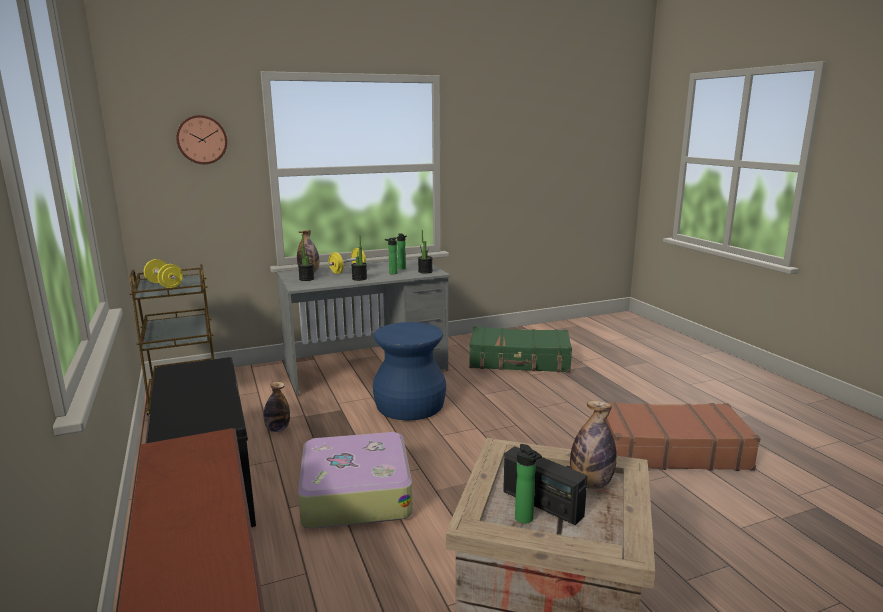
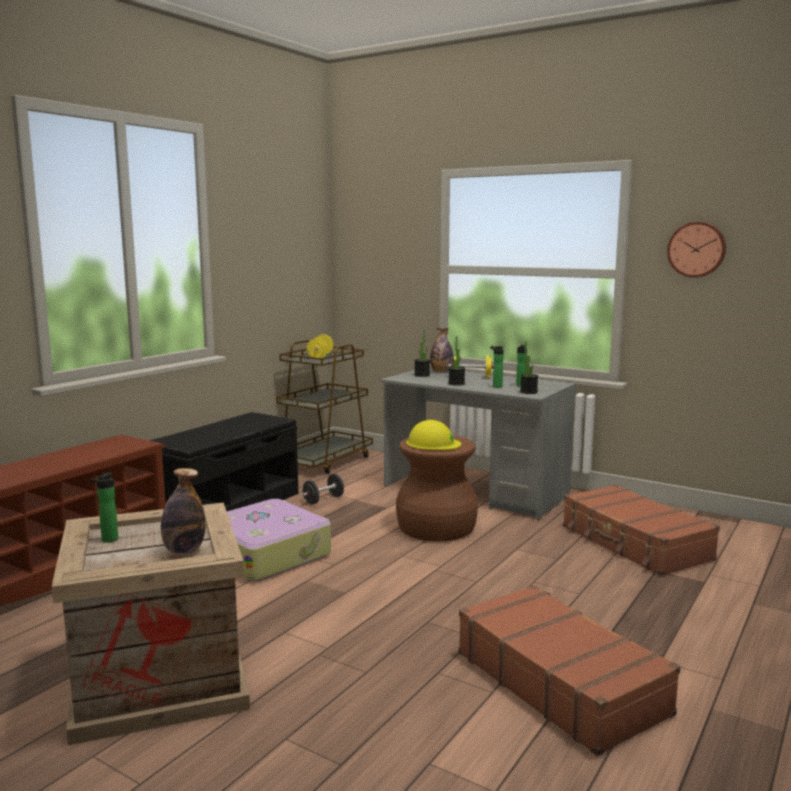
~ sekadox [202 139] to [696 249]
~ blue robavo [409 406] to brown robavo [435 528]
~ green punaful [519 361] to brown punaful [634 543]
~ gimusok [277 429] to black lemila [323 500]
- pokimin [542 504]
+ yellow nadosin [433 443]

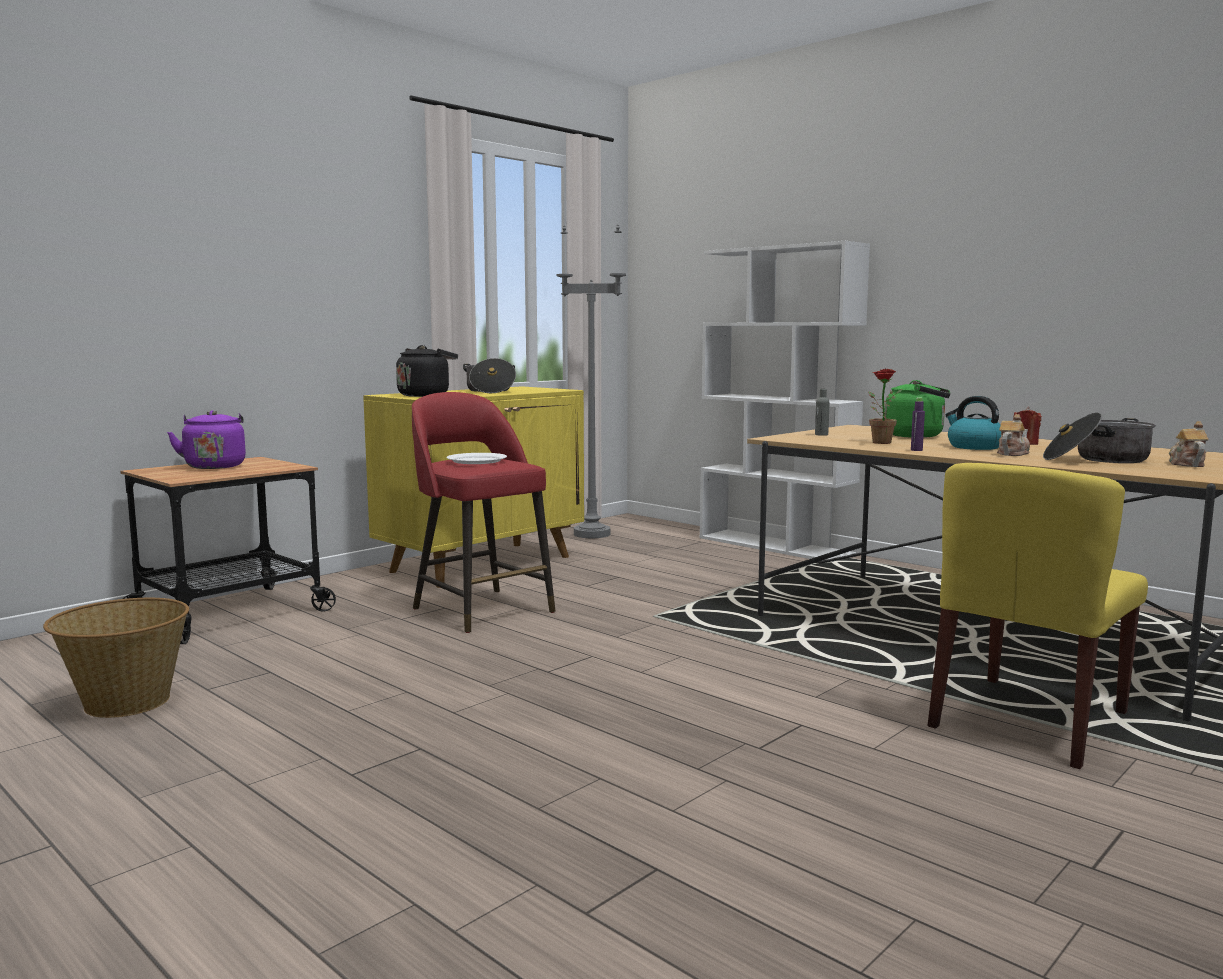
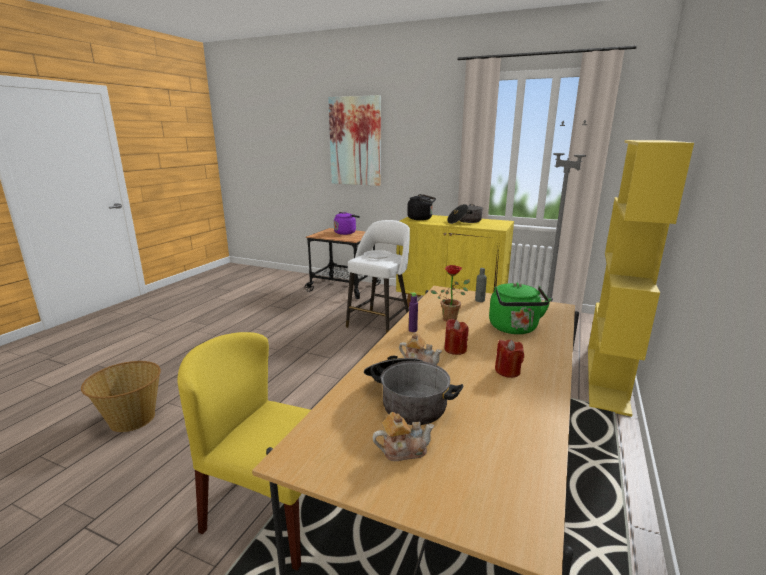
~ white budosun [776 546] to yellow budosun [607 379]
~ red robavo [481 609] to white robavo [380 323]
~ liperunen [973 447] to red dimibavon [455 349]
~ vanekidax [126 703] to [131 419]
+ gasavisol [355 141]

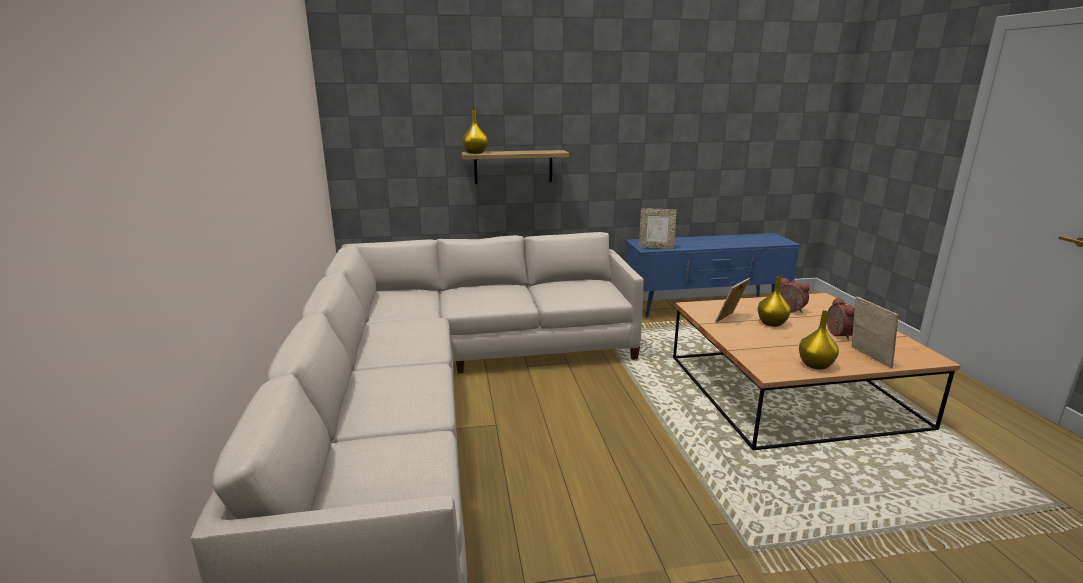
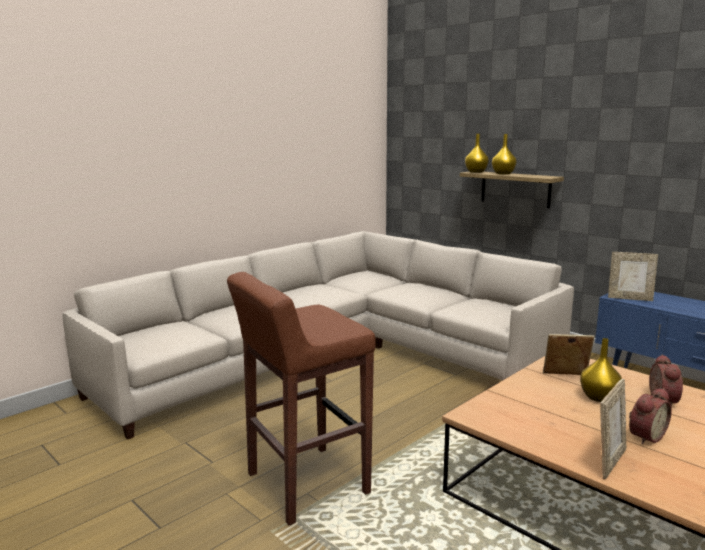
~ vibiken [656 247] = [629 298] 45 degrees counterclockwise
~ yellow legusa [816 365] to [503 174]
+ brown robavo [305 484]

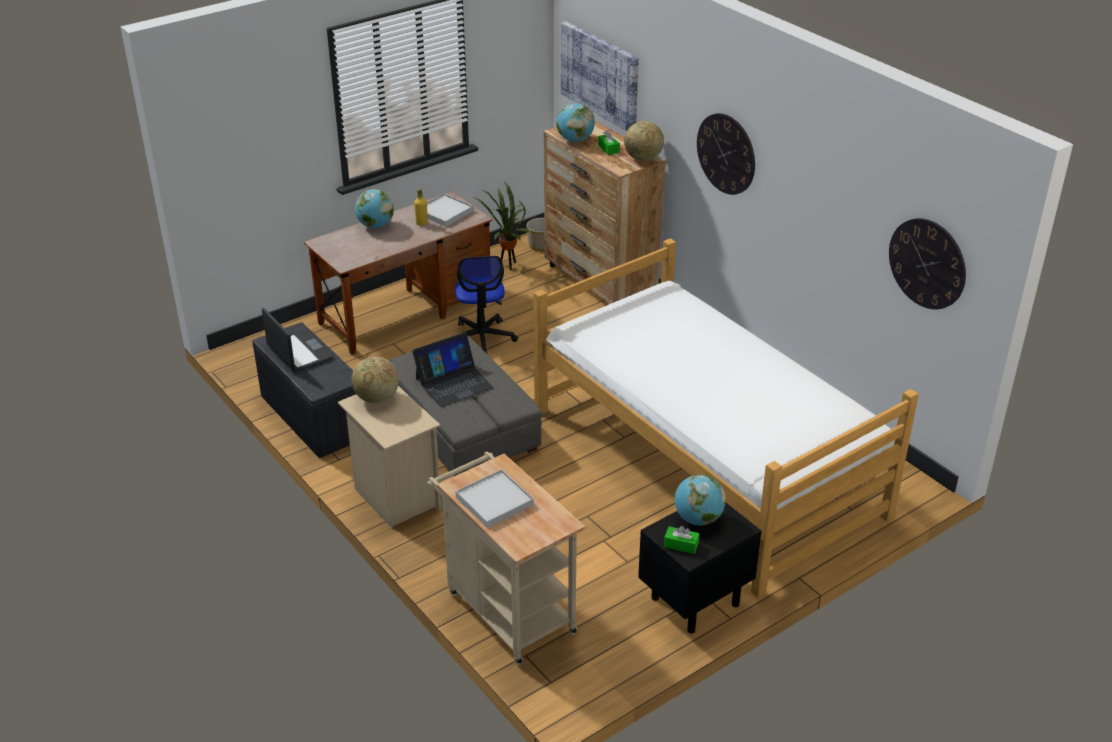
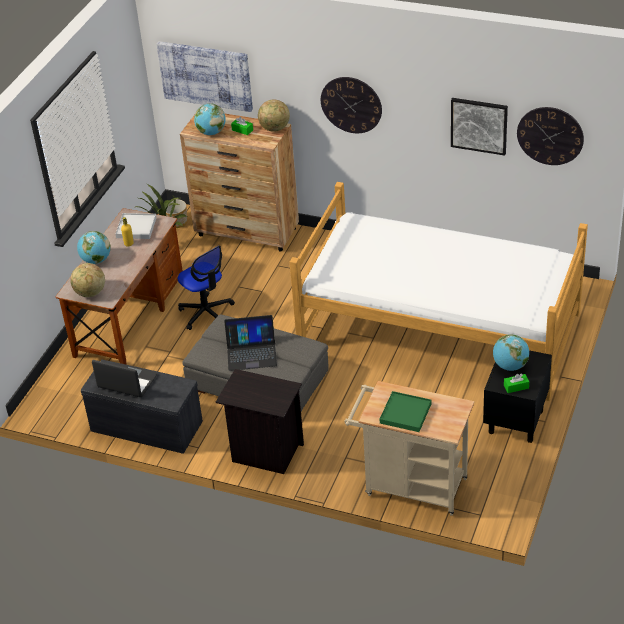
~ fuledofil [454 383] = [251 353] 60 degrees clockwise
~ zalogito [376 398] to [90 293]
~ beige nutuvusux [395 497] to black nutuvusux [265 453]
~ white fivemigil [494 501] to green fivemigil [405 413]
+ gasavisol [479 125]

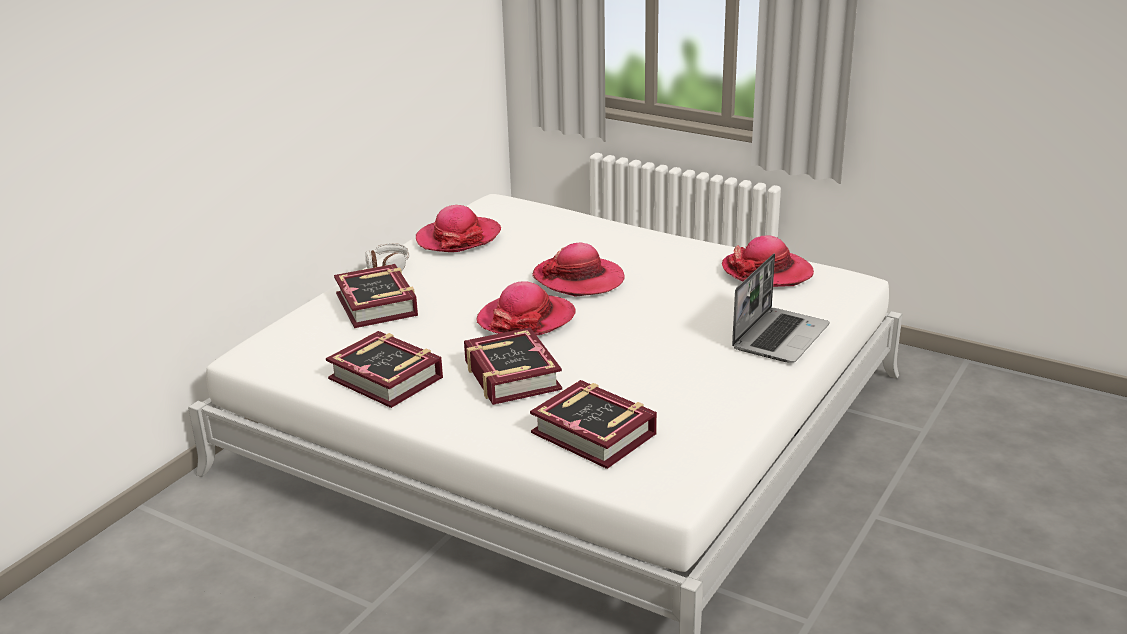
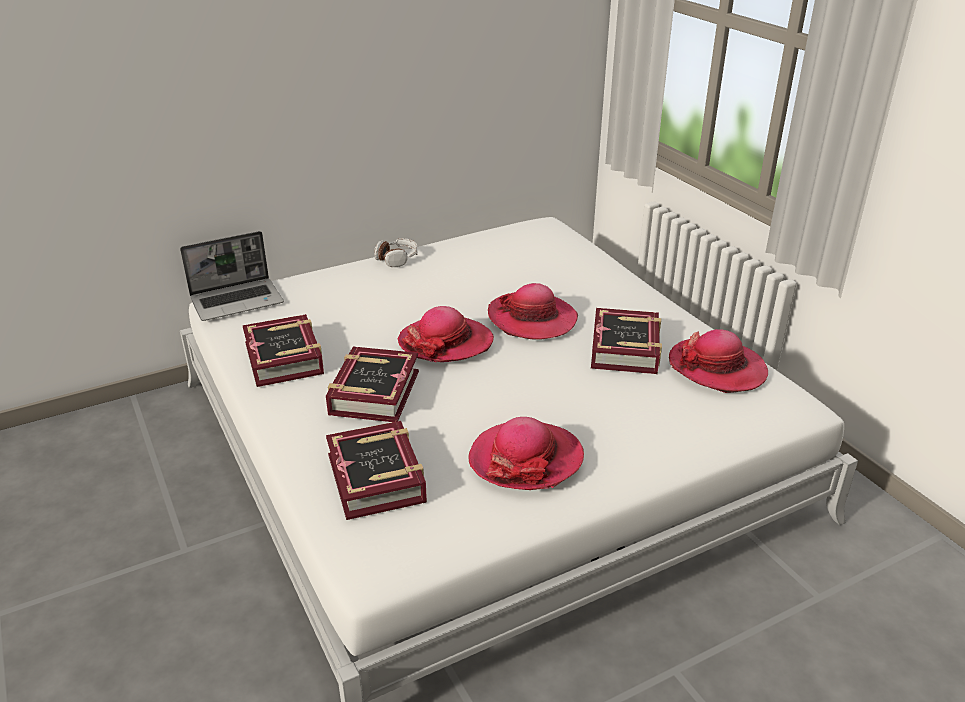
~ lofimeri [458 238] to [526 459]
~ fuledofil [780 336] to [238 301]
~ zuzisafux [377 304] to [625 349]

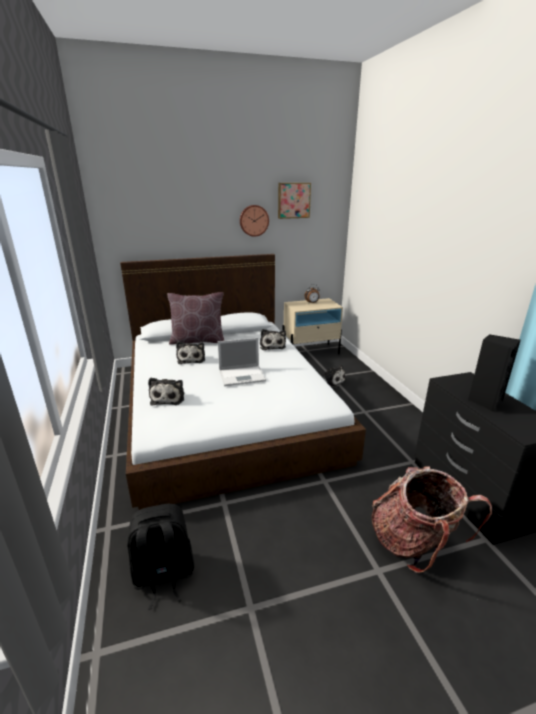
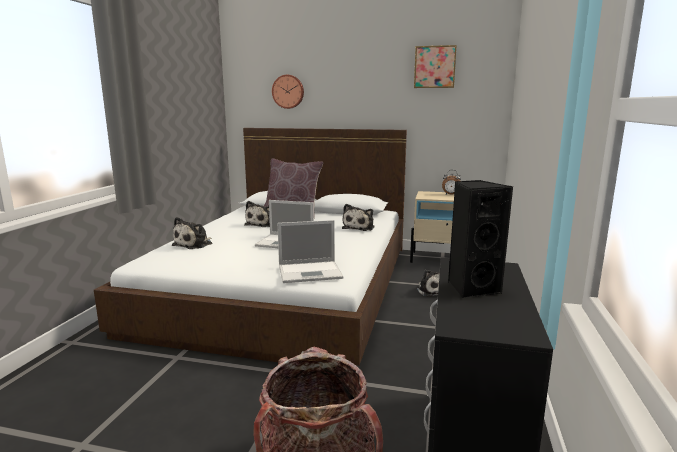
~ sekadox [254 220] to [288 91]
- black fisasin [163 575]
+ fuledofil [311 272]

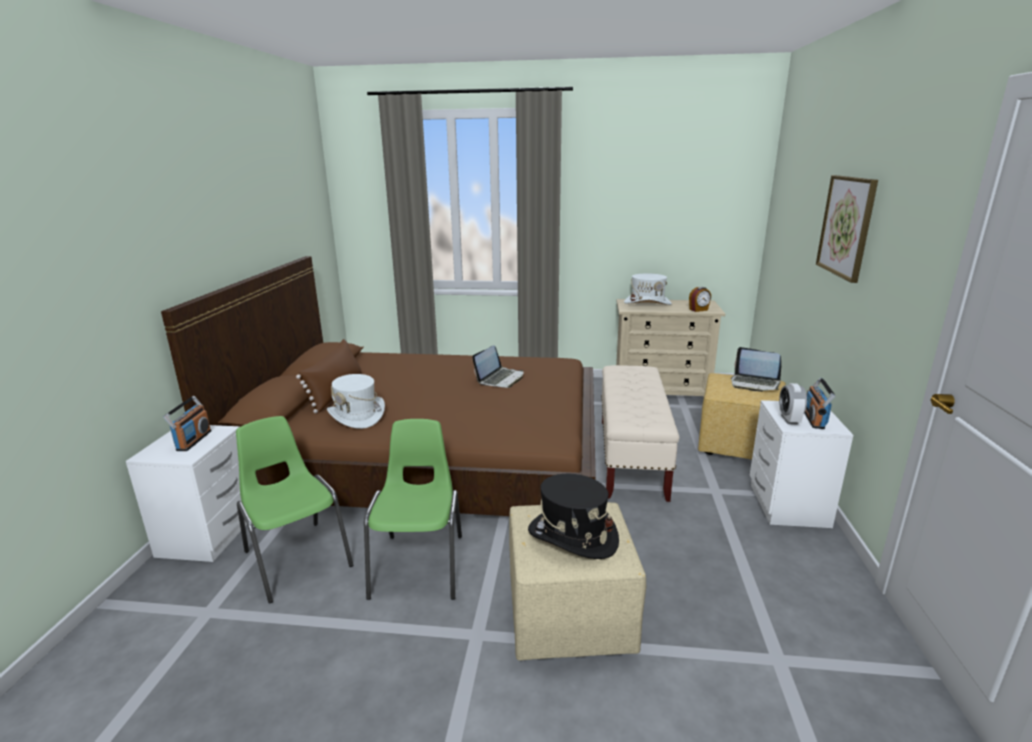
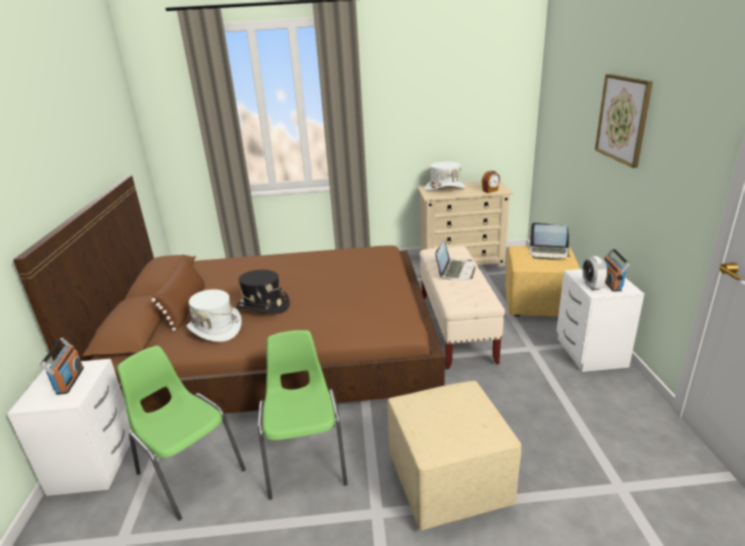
~ fuledofil [500 379] to [455 270]
~ black lofimeri [572 536] to [263 306]

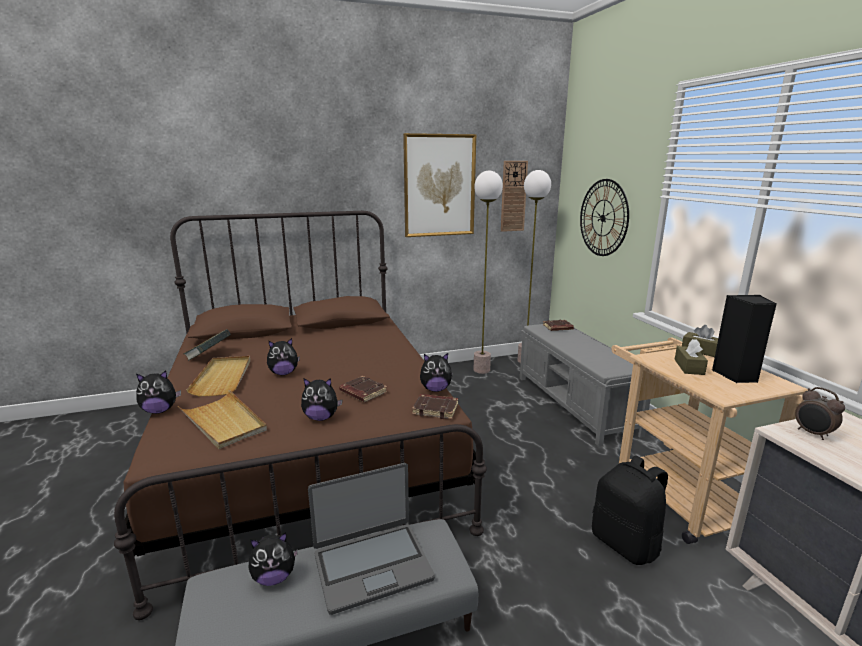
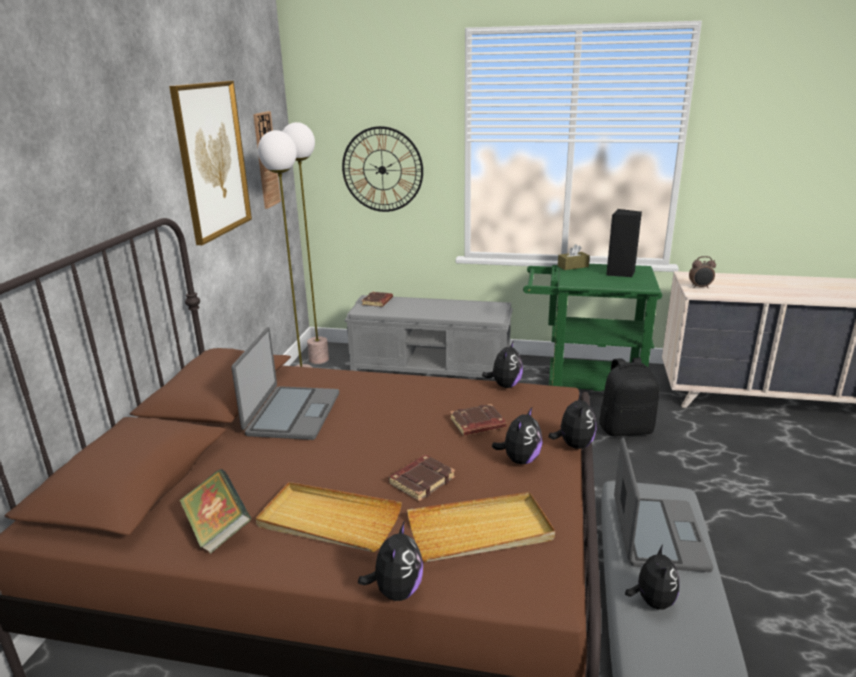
~ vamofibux [284 373] to [573 445]
~ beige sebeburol [675 492] to green sebeburol [584 385]
- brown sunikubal [689 367]
~ brown zuzisafux [436 409] to [421 480]
+ fuledofil [292 414]

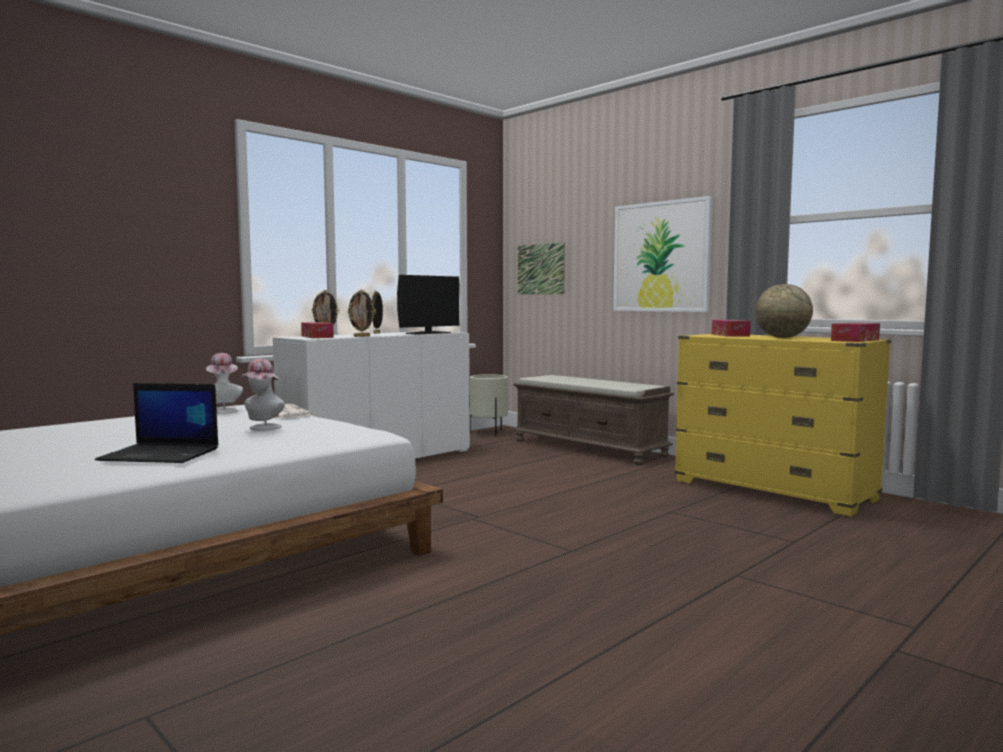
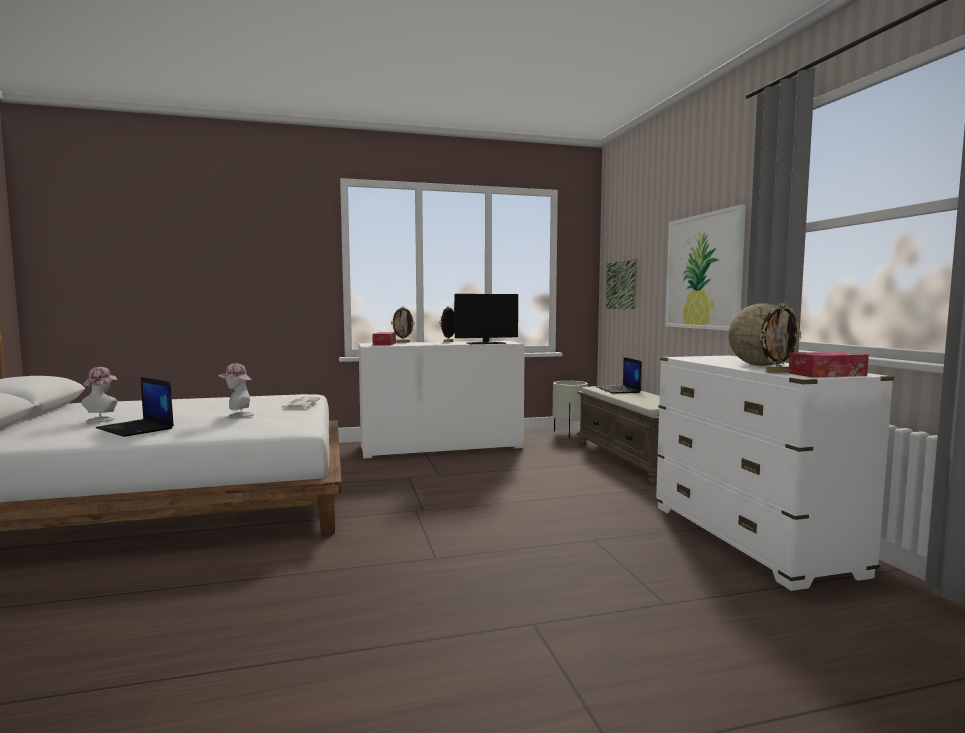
~ vibiken [361 336] to [777 372]
- sunikubal [730 335]
~ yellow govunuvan [773 491] to white govunuvan [750 540]
~ lofimeri [223 411] to [102 419]
+ fuledofil [619 390]

